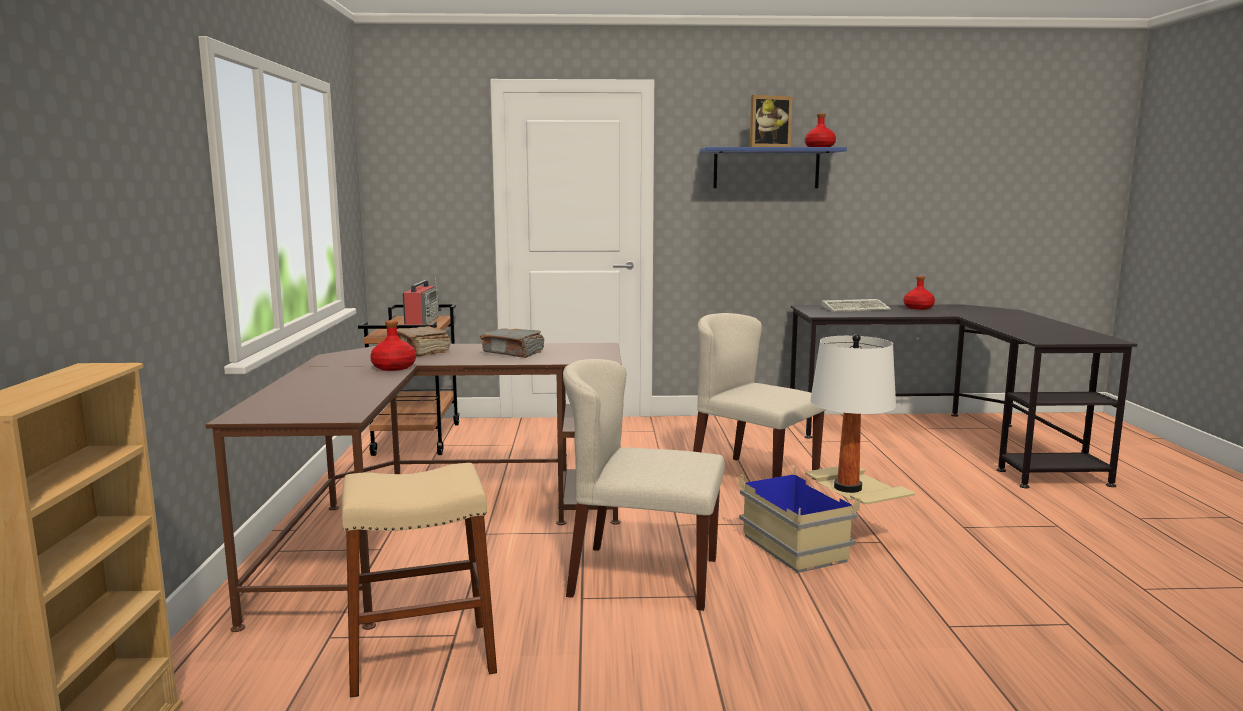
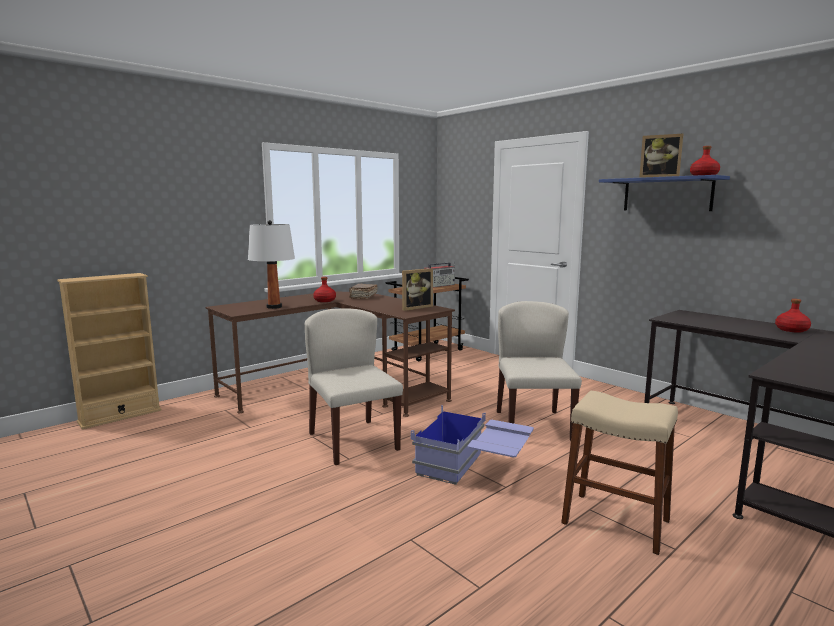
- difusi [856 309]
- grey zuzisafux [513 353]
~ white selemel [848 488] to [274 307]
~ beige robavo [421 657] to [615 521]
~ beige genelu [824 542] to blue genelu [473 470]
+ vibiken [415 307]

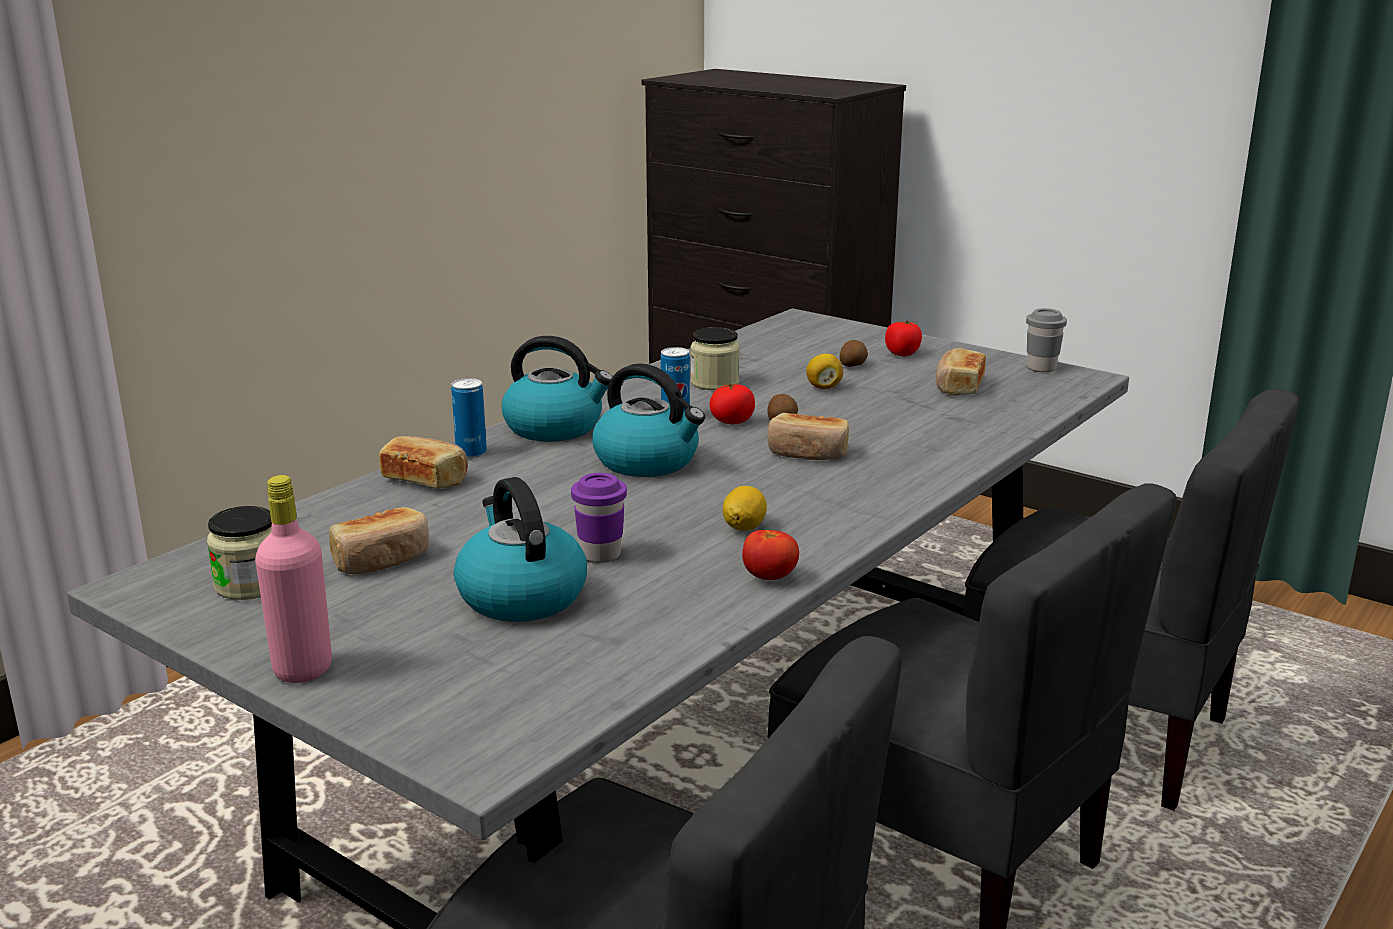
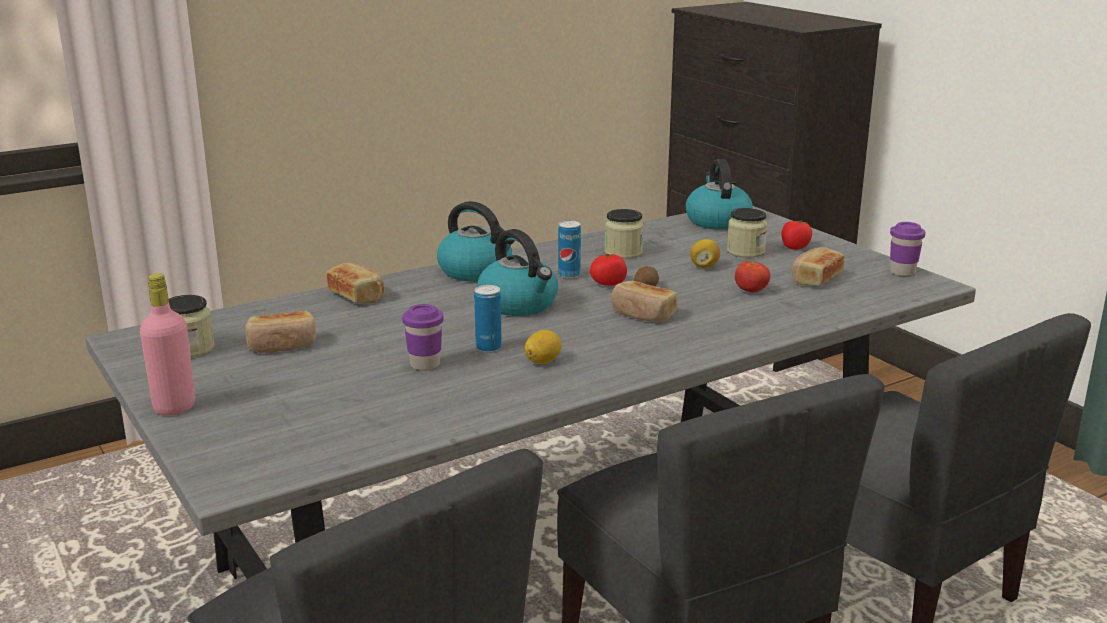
~ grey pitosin [1041 368] to purple pitosin [902 272]
~ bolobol [853 365] to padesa [745 251]
~ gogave [471 453] to [488 348]
~ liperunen [520 596] to [717 221]
~ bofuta [769 578] to [751 291]

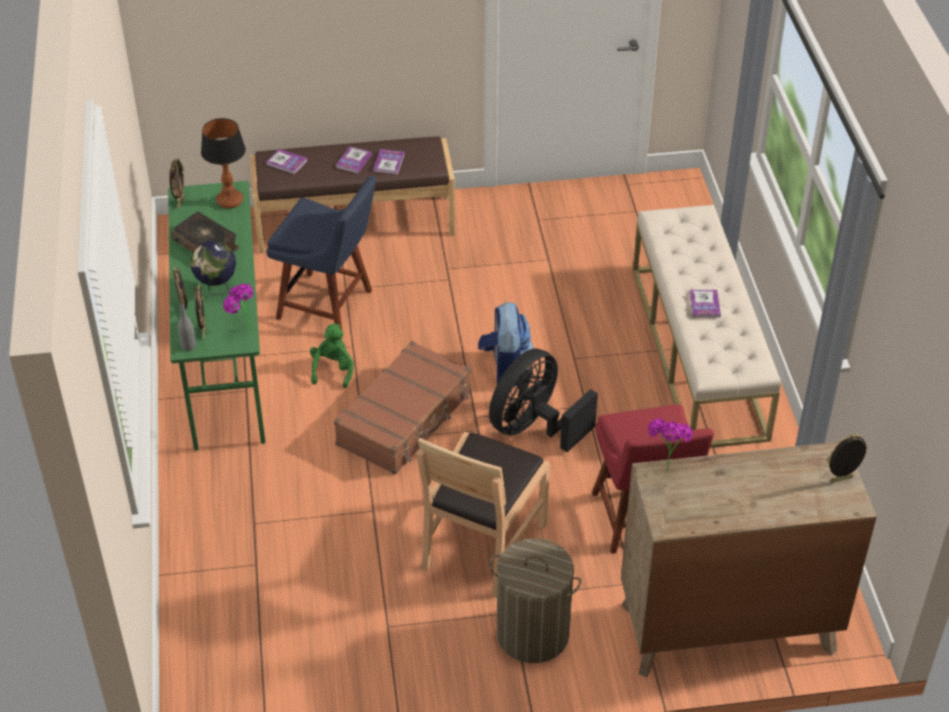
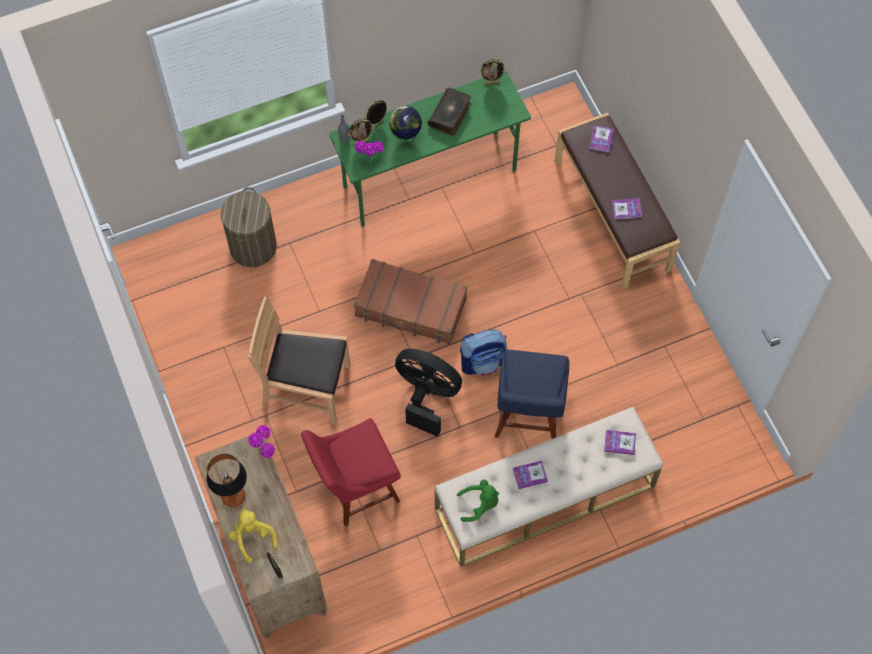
~ selemel [230 201] to [233 497]
~ zuzisafux [353 161] to [620 442]
~ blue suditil [329 306] to [527 417]
~ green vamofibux [333 370] to [480 504]
~ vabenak [532 634] to [253 246]
+ yellow vamofibux [252 537]

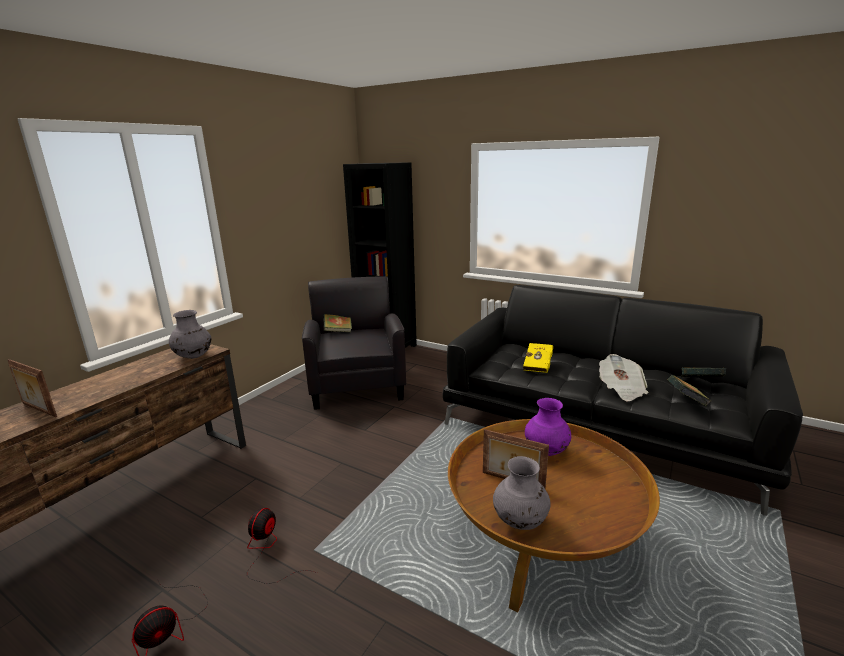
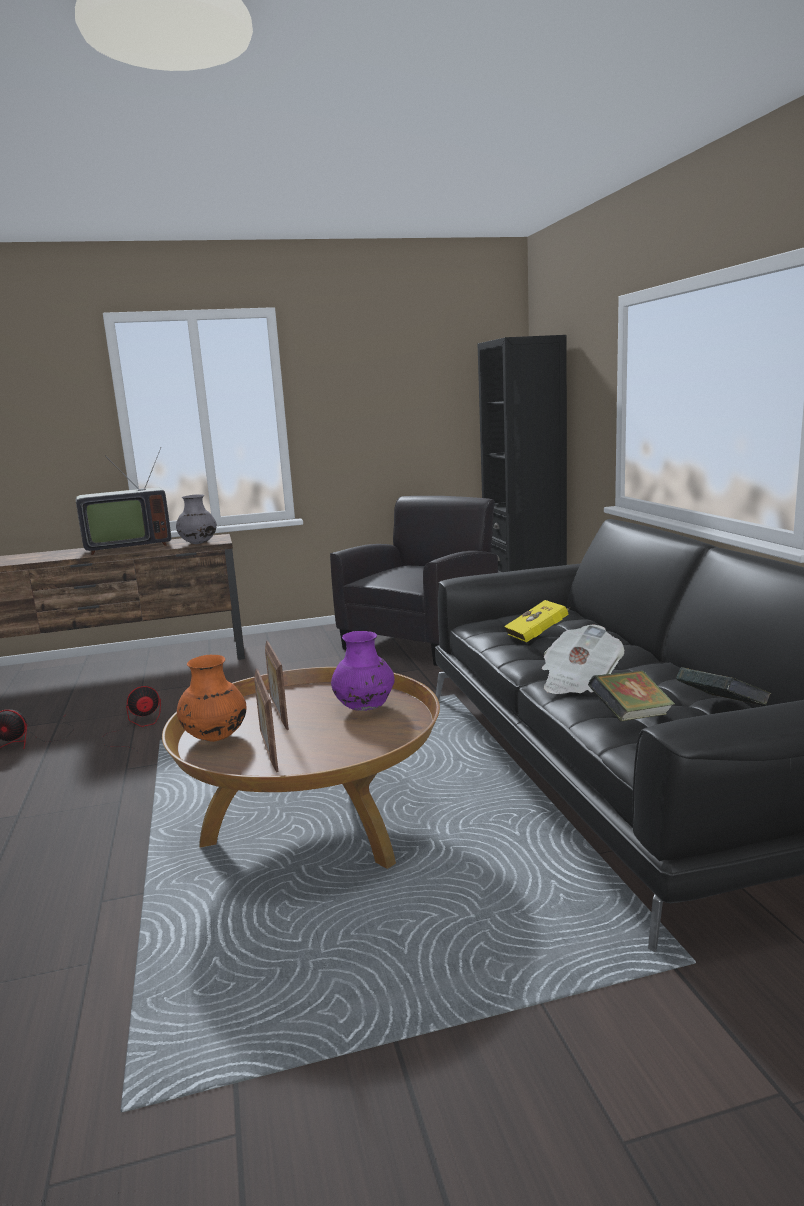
- zuzisafux [338 331]
~ vibiken [38 410] to [268 752]
~ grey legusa [520 522] to orange legusa [215 737]
+ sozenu [126 547]

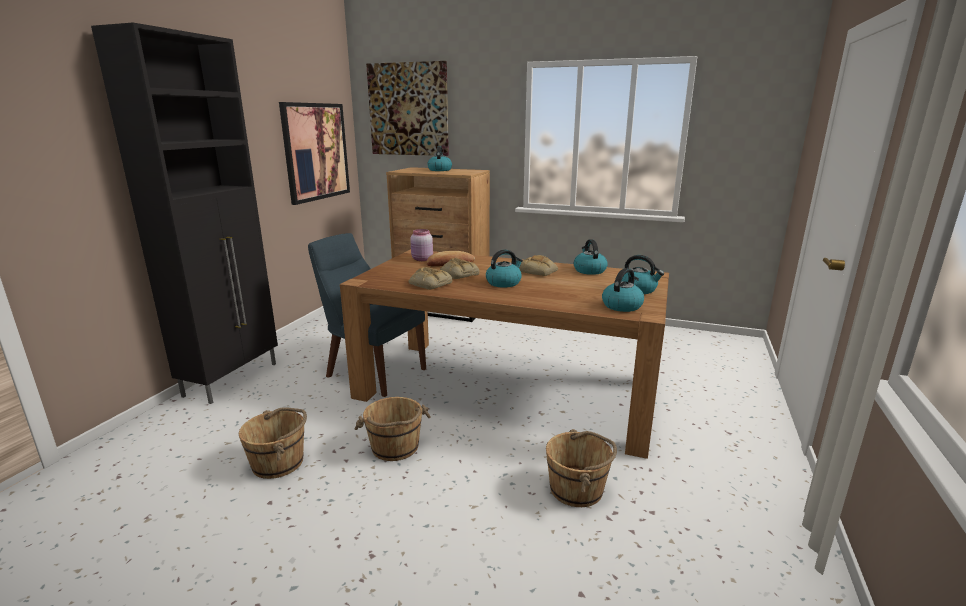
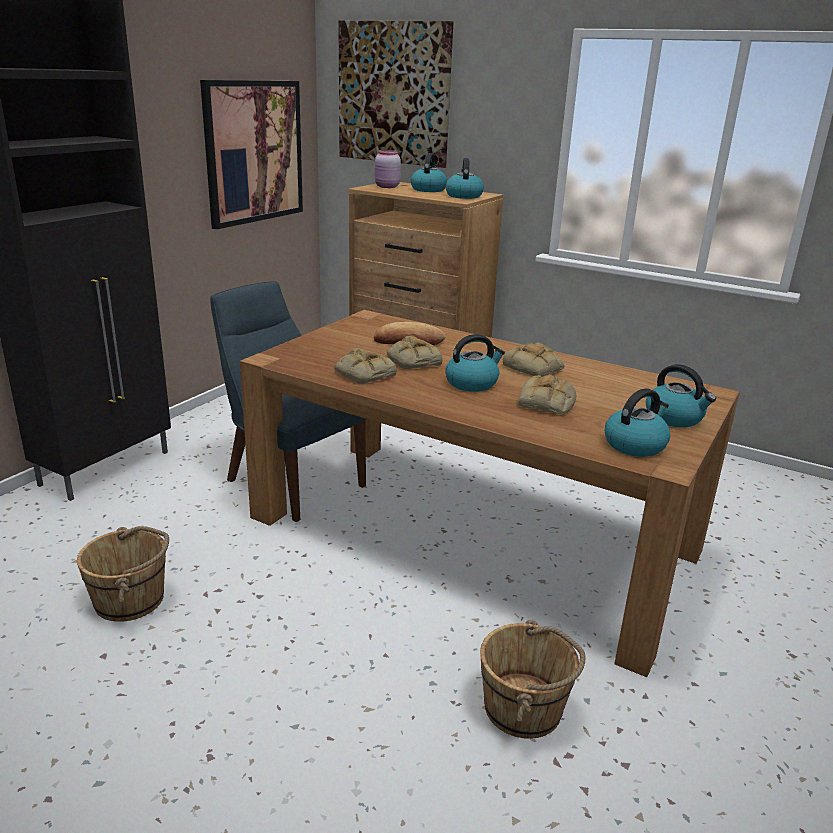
~ pink padesa [422 259] to [387 187]
~ liperunen [589 270] to [463 196]
- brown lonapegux [395 447]
+ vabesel [547 403]

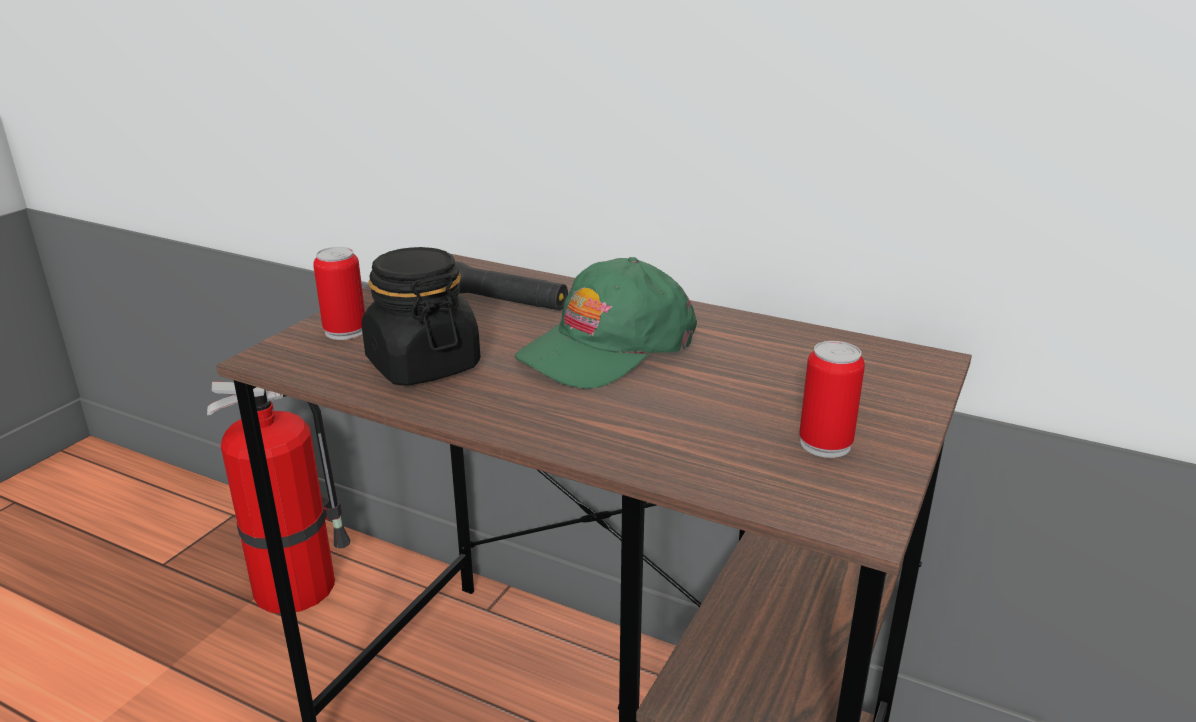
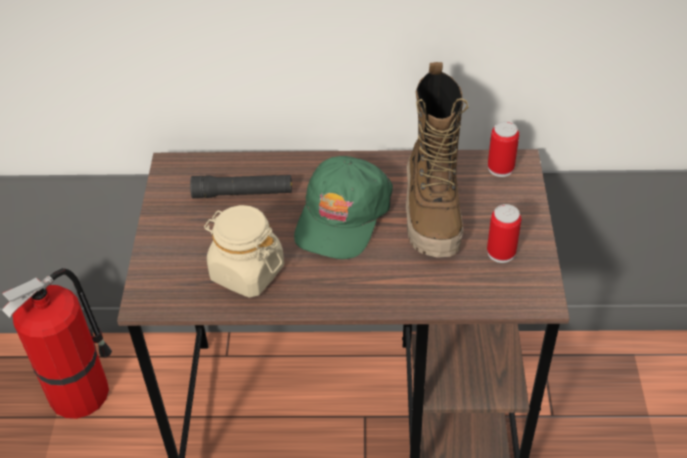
~ gogave [345 331] to [500 168]
~ black padesa [422 365] to beige padesa [246 272]
+ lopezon [433 213]

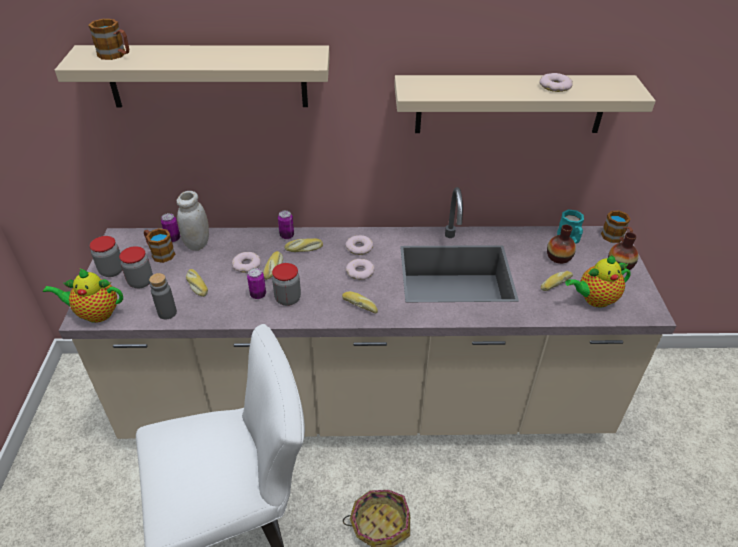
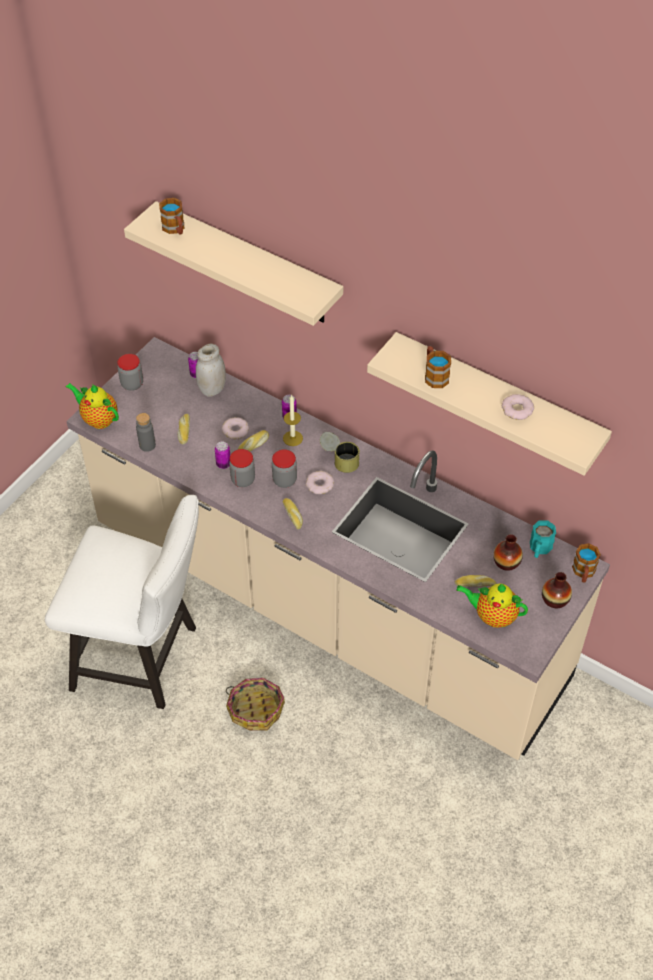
~ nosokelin [160 253] to [434 375]
~ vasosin [359 247] to gogave [339 460]
~ vabesel [304 249] to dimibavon [292 438]
~ padesa [141 282] to [284 480]

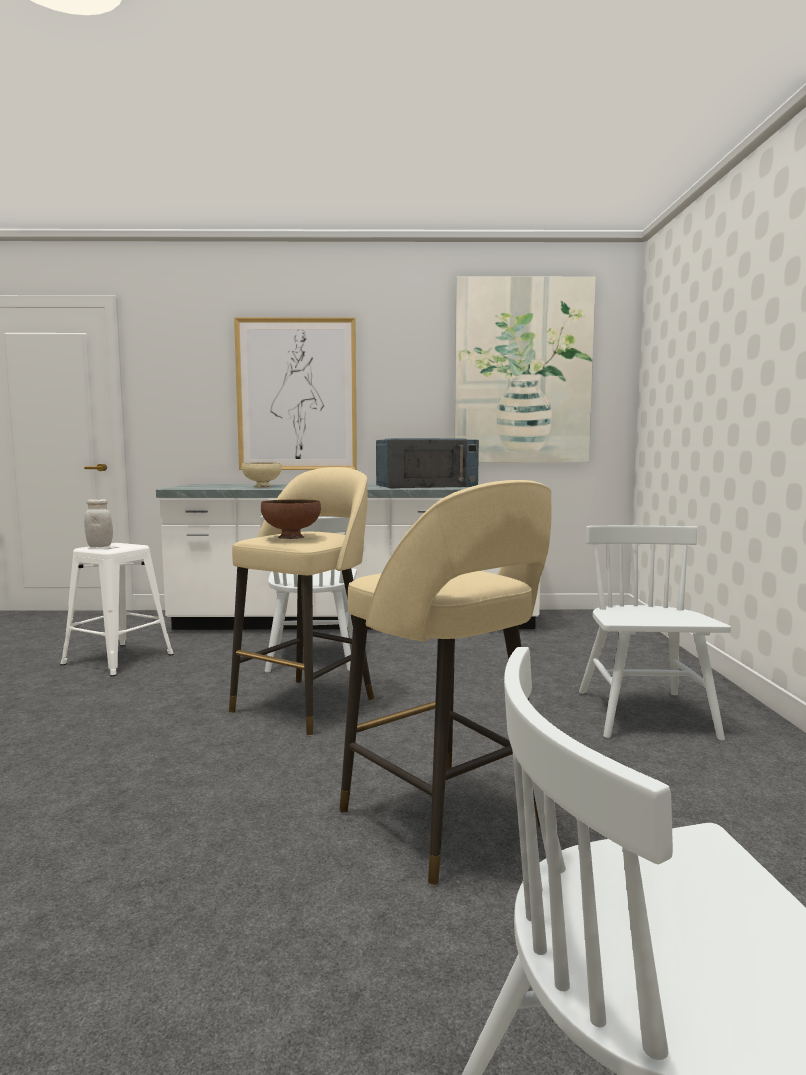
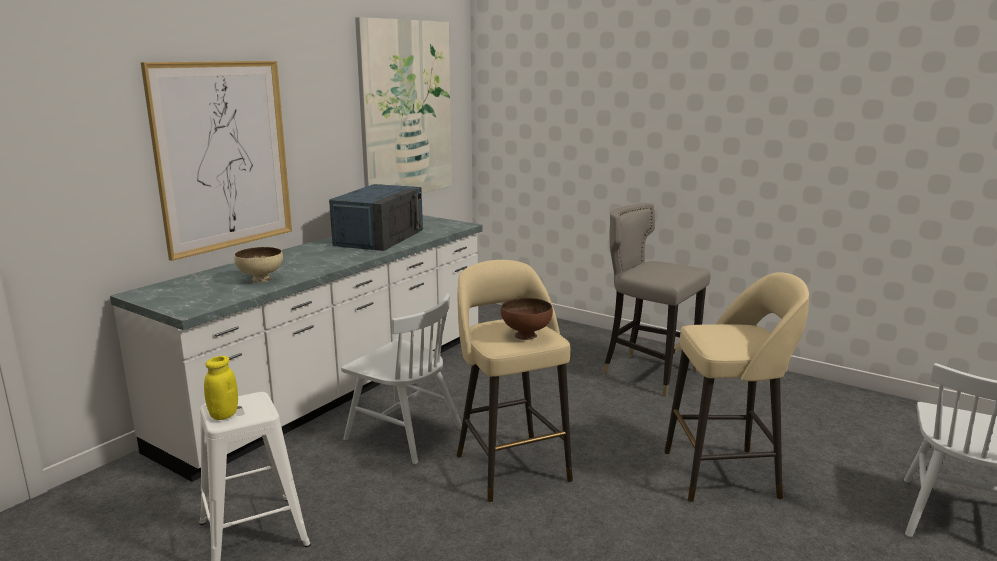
~ white padesa [99 546] to yellow padesa [223 415]
~ white suditil [645 714] to grey robavo [648 373]

